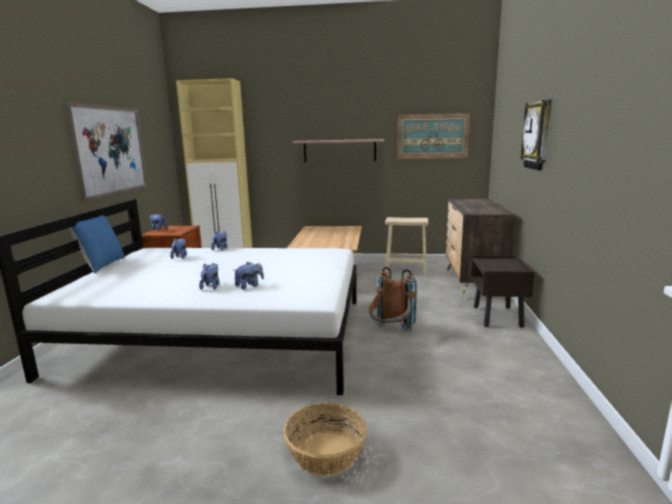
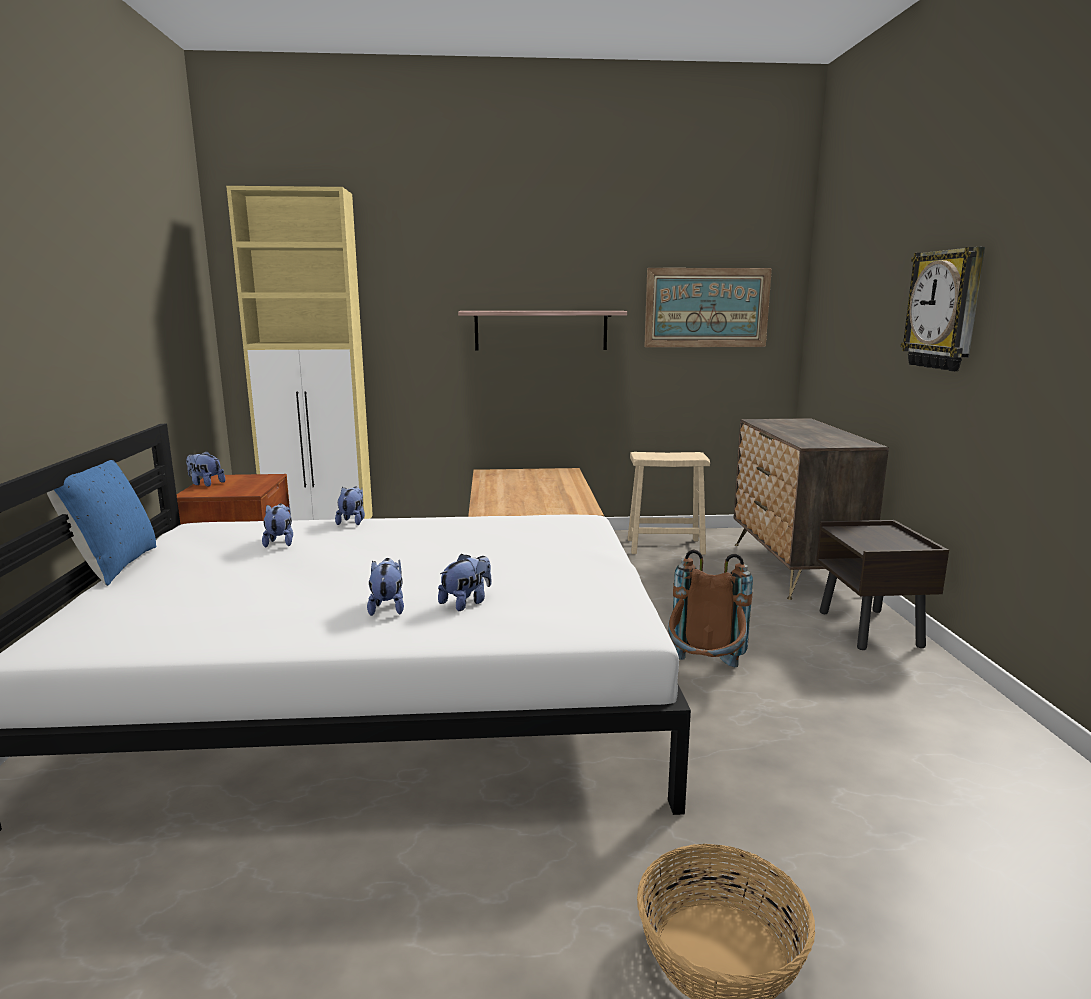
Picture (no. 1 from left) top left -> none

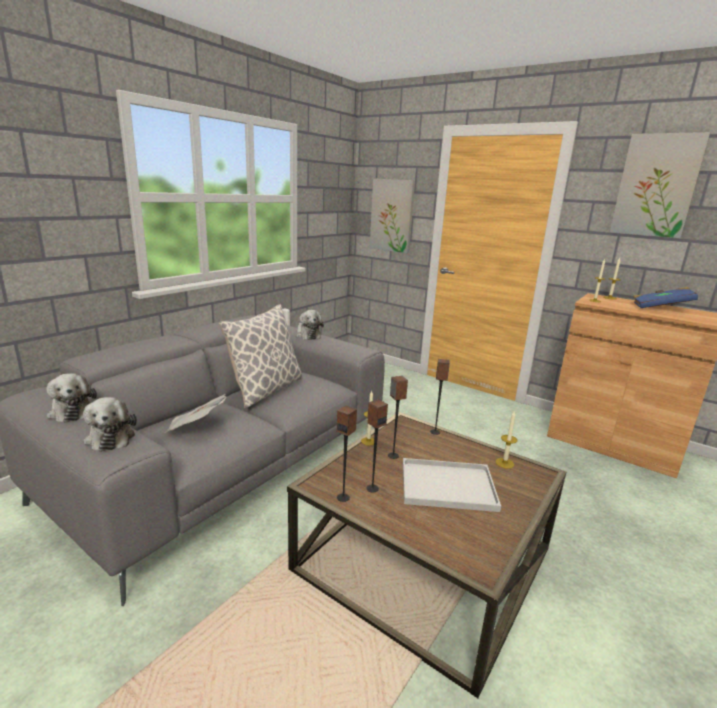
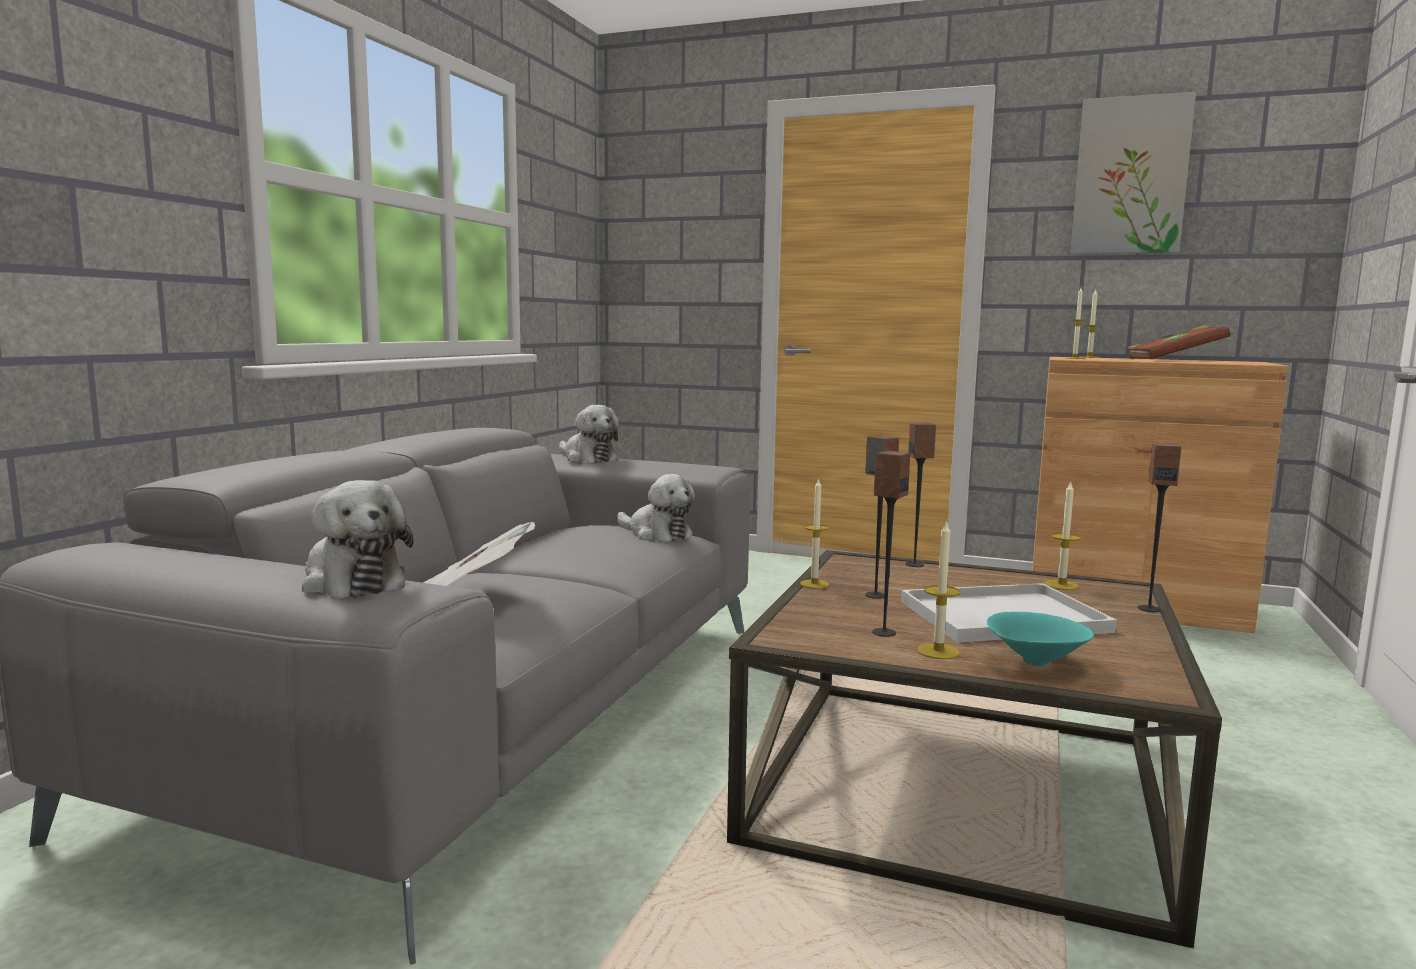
PlushToy (no. 1 from left in the first image) middle left -> PlushToy (no. 3 from left) centre, relocated
Pillow centre -> none
Speaker (no. 1 from left in the first image) centre -> Speaker (no. 4 from left) middle right, relocated
Picture (no. 1 from left) top centre -> none
BlueBook middle right -> BrownBook middle right
none -> Candle (no. 2 from left) centre
none -> TurquoiseBowl middle right

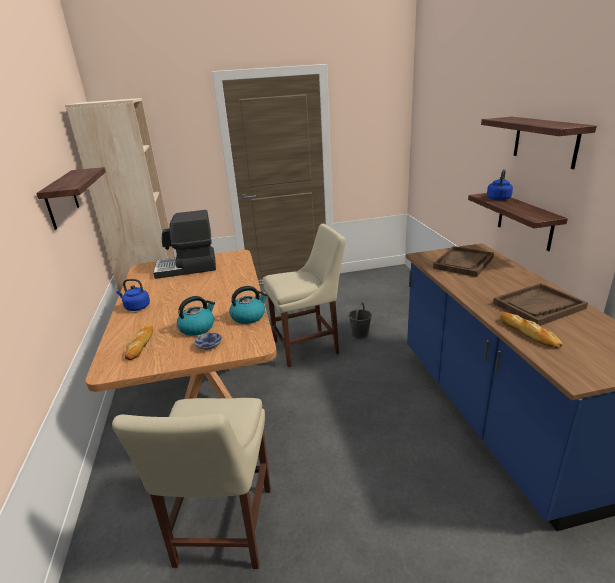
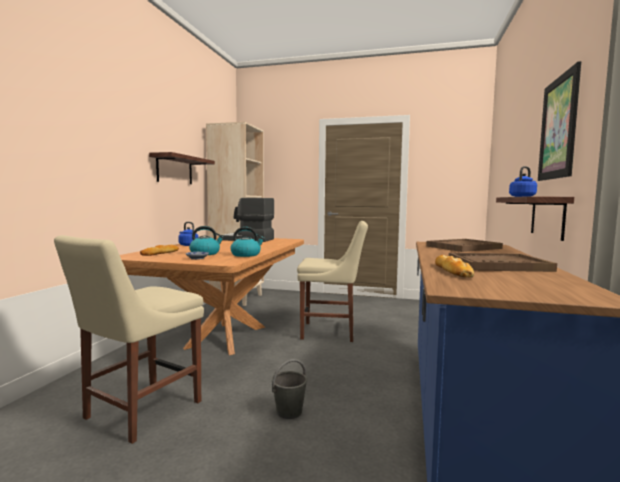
GreyBucket centre -> GreyBucket bottom centre, relocated
Shelf (no. 3 from left) top right -> Picture top right

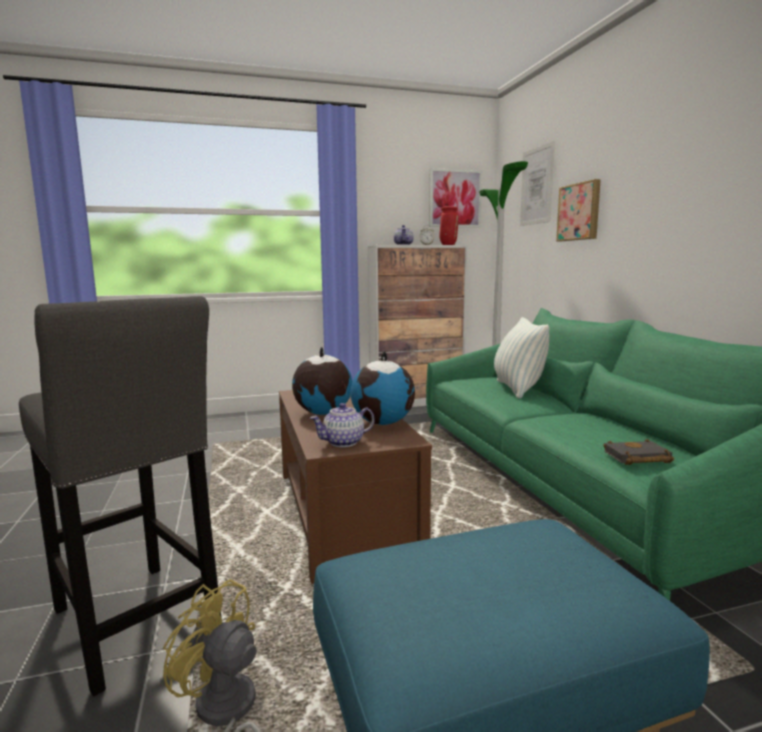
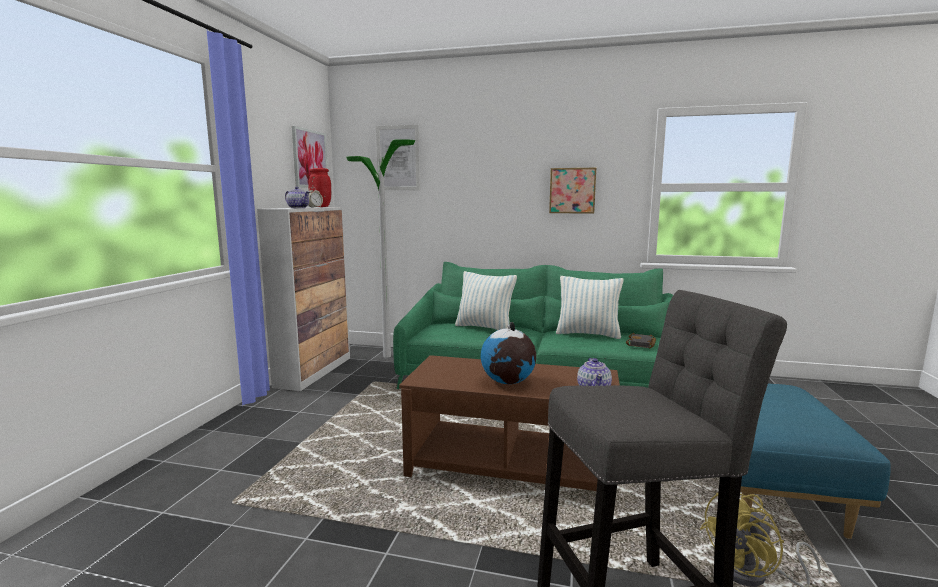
Globe (no. 2 from left) centre -> none
Picture (no. 3 from left) top right -> Picture (no. 3 from left) top centre, relocated
none -> Pillow (no. 2 from left) centre

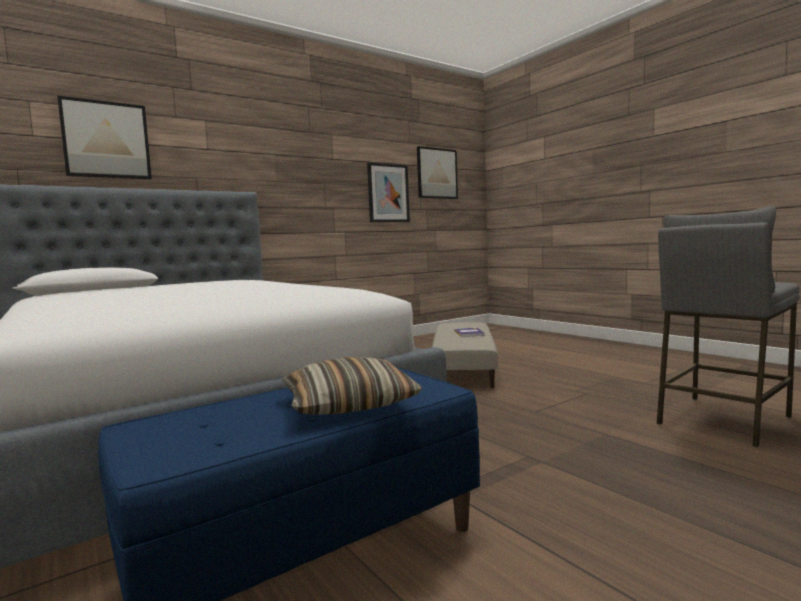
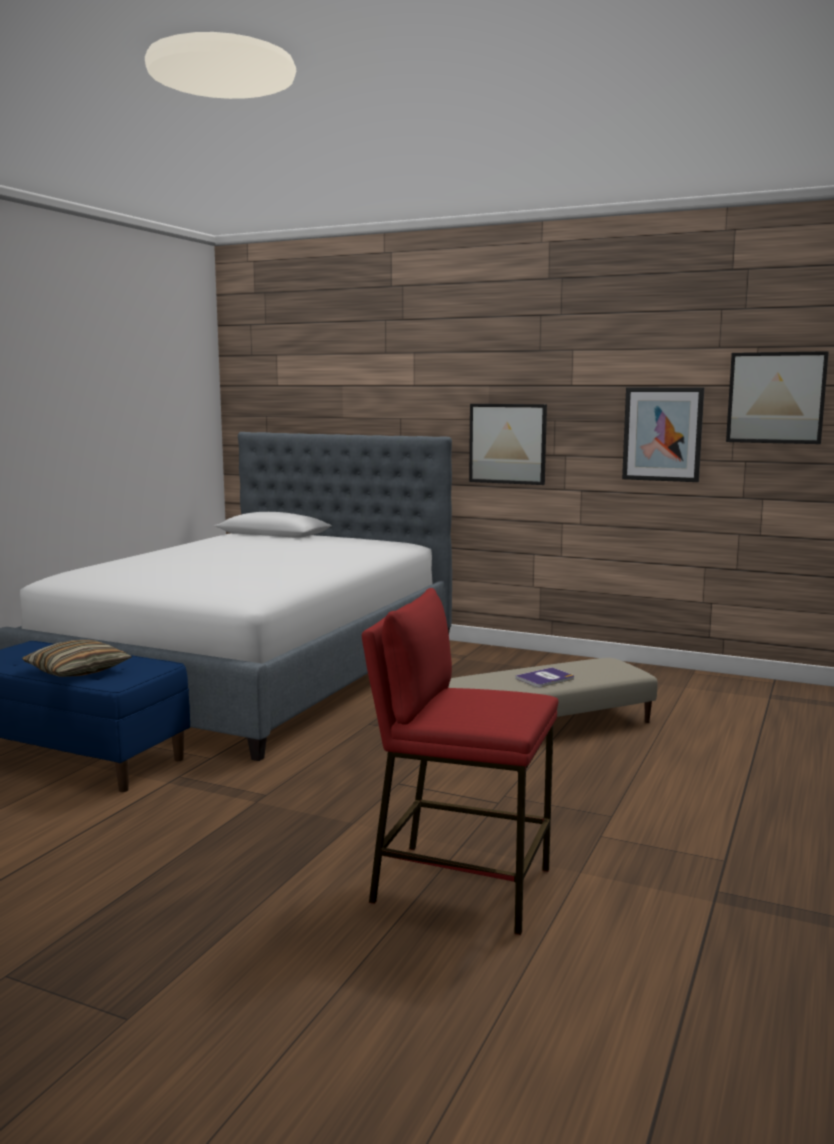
Picture (no. 1 from left) top left -> Picture (no. 1 from left) centre, relocated
GreyStool middle right -> RedStool centre

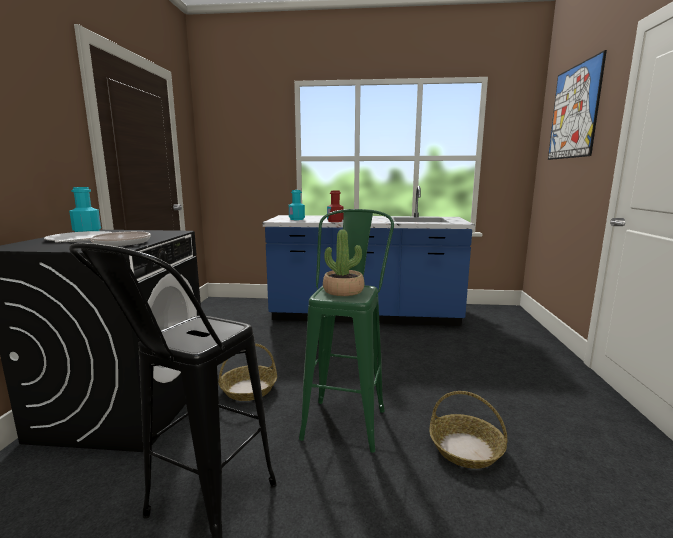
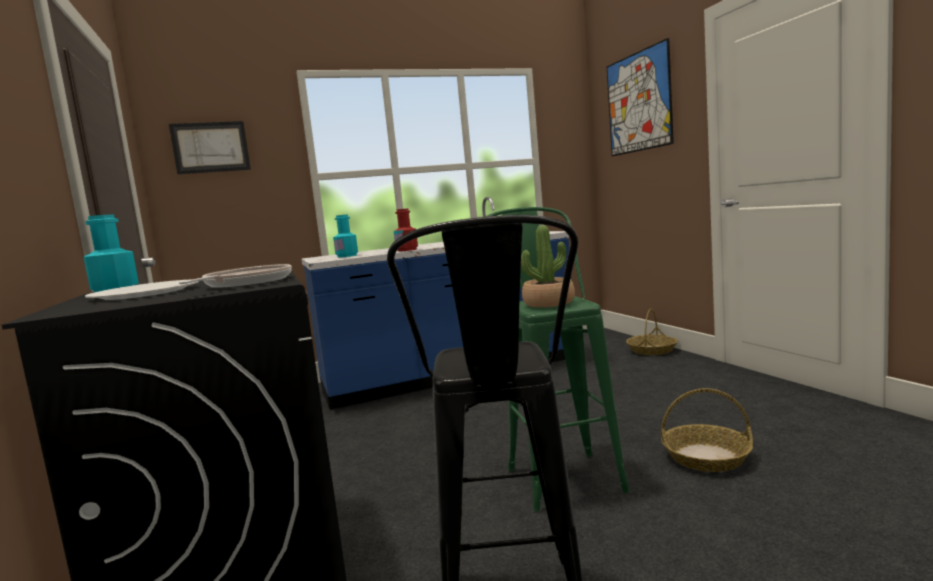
Basket (no. 1 from left) bottom centre -> Basket (no. 1 from left) middle right, relocated
none -> Picture (no. 1 from left) top left

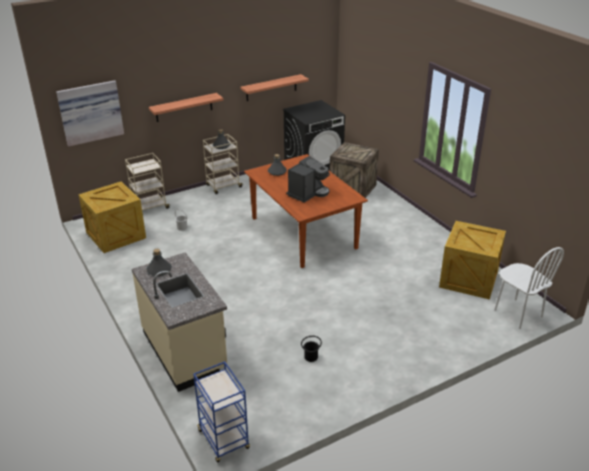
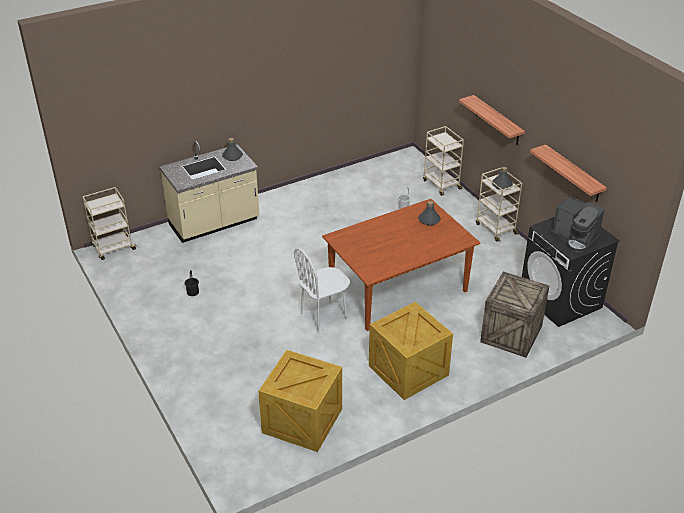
Picture top left -> none
Crate (no. 1 from left in the first image) middle left -> Crate (no. 2 from left) bottom centre, relocated
BlueCart bottom centre -> BeigeCart (no. 1 from left) middle left
CoffeeMachine centre -> CoffeeMachine middle right, relocated
WhiteChair middle right -> WhiteChair centre, relocated

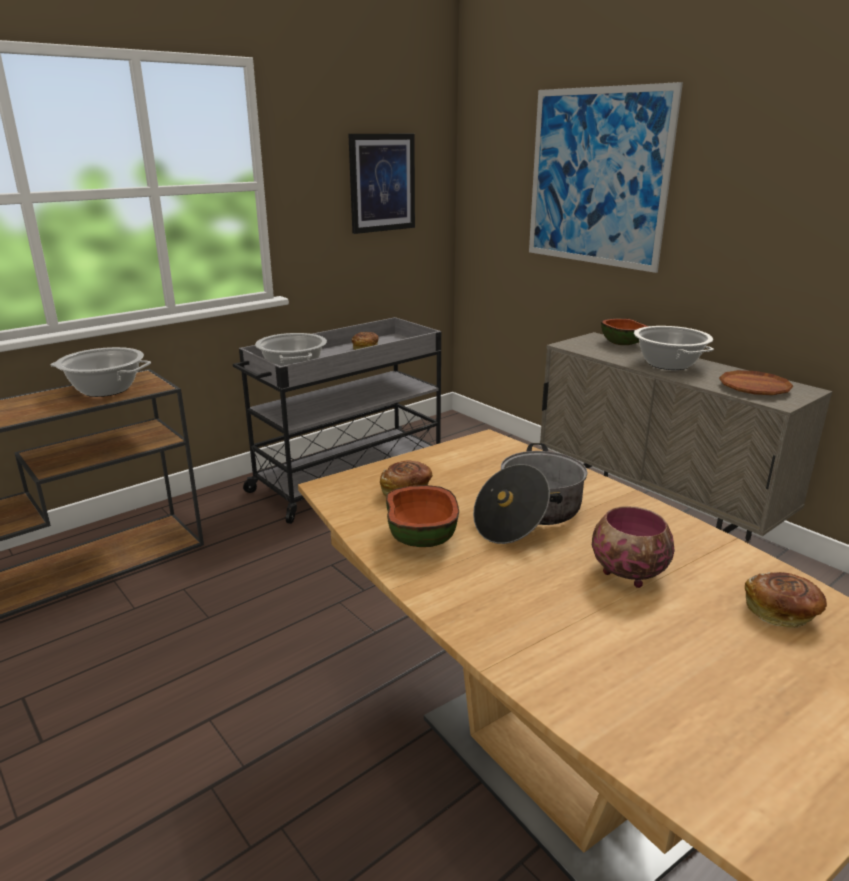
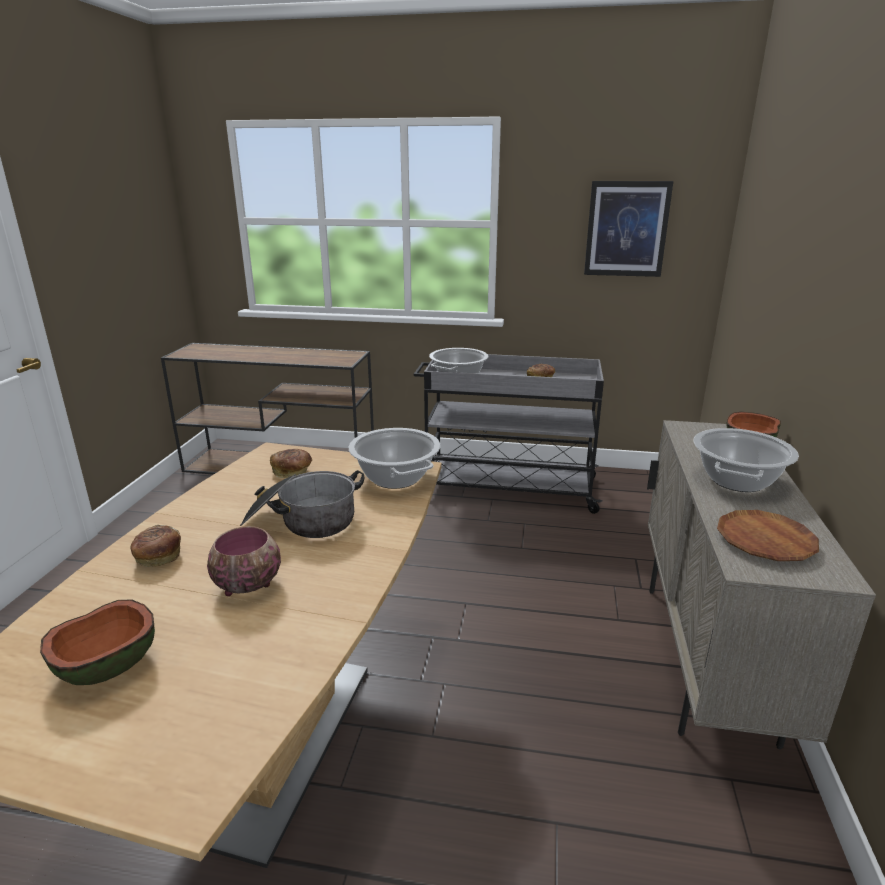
CookingPot (no. 1 from left in the first image) middle left -> CookingPot (no. 2 from left) centre, relocated
Bowl (no. 1 from left) centre -> Bowl (no. 1 from left) bottom left, relocated
Picture (no. 2 from left) top right -> none
Bread (no. 3 from left in the first image) bottom right -> Bread (no. 1 from left) middle left, relocated

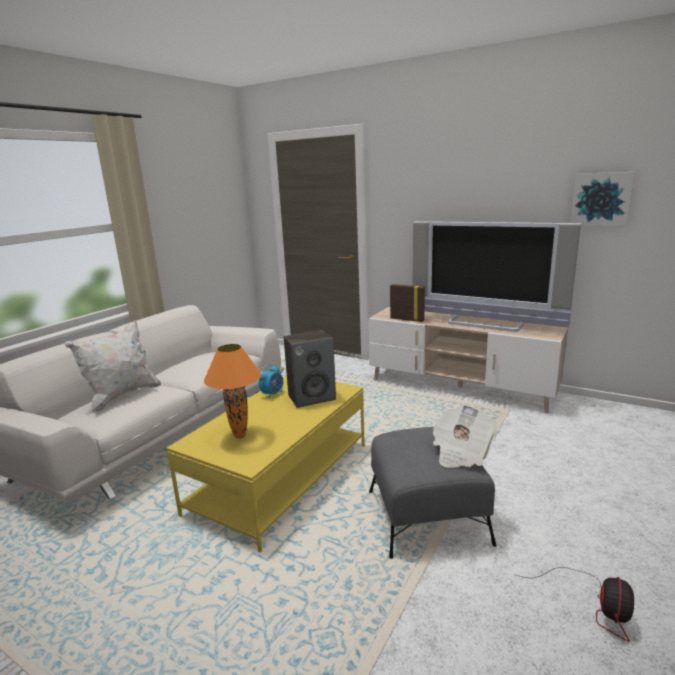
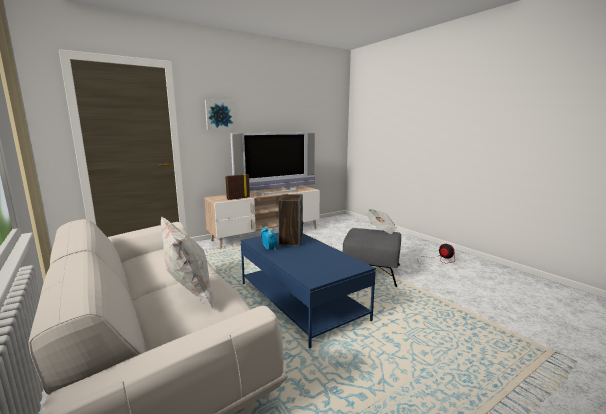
YellowCoffeeTable bottom centre -> BlueCoffeeTable bottom centre
OrangeTableLamp centre -> none
Picture top right -> Picture top centre, relocated

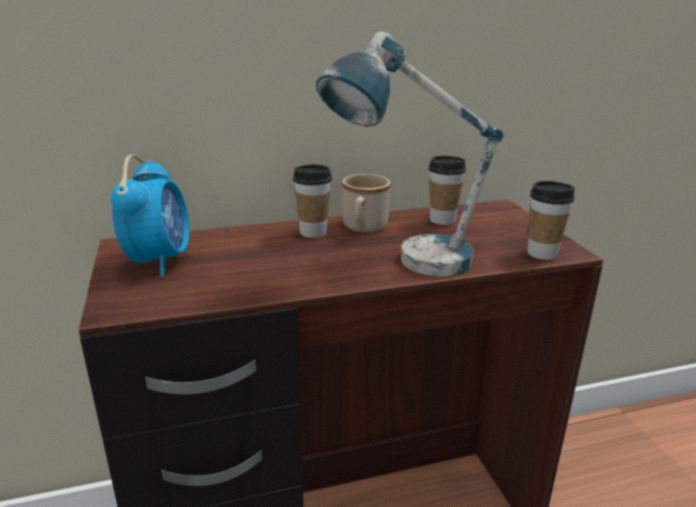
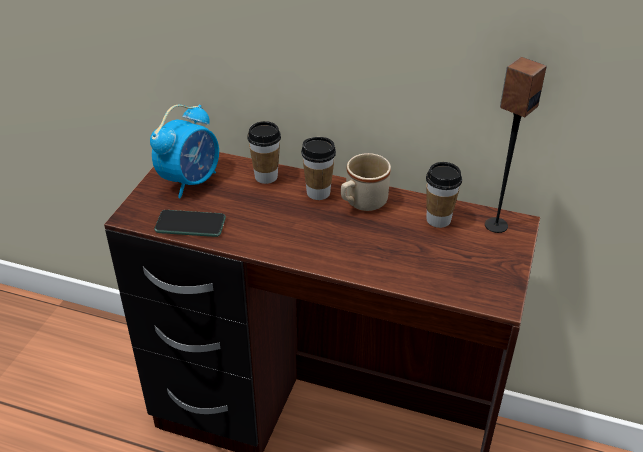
TableLamp top centre -> none
Cup (no. 3 from left in the first image) middle right -> Cup (no. 1 from left) centre, relocated
none -> Phone middle left
none -> Speaker top right

